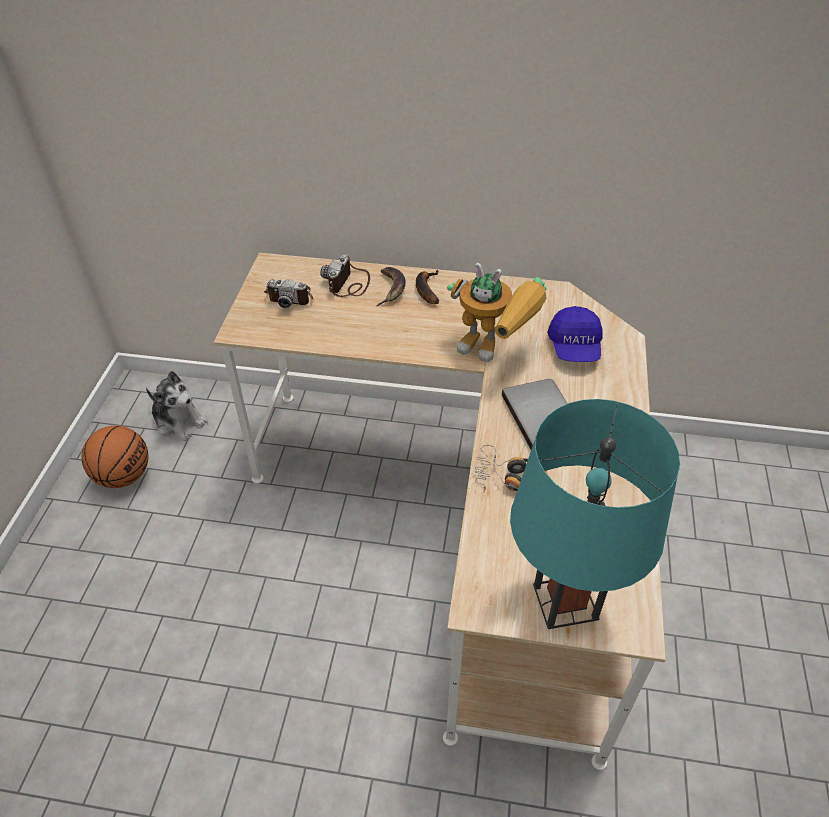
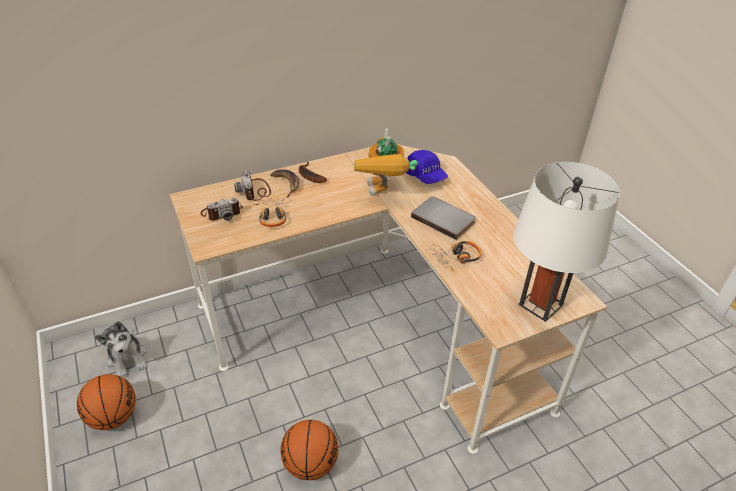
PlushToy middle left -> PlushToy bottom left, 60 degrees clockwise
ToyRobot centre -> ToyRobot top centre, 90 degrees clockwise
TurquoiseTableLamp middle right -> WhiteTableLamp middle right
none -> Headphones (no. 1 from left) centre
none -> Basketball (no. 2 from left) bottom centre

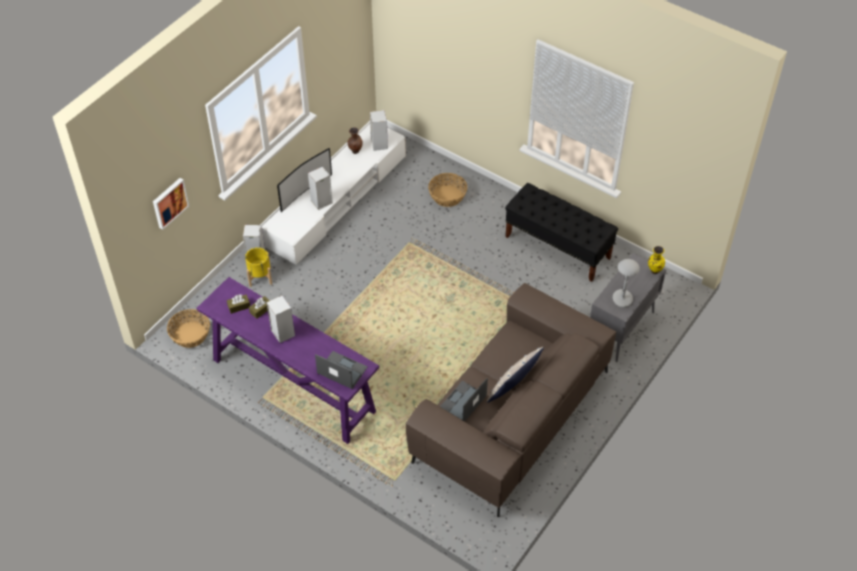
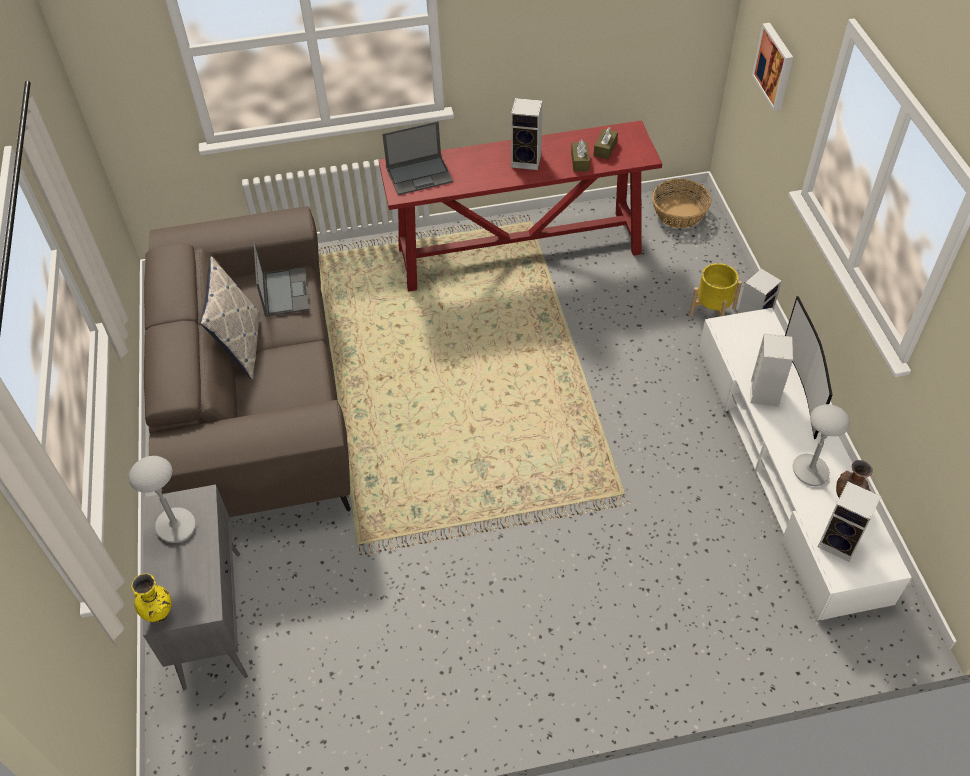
PurpleConsoleTable centre -> RedConsoleTable top centre
Basket (no. 2 from left) top centre -> none
BlackBench centre -> none
none -> GreyTableLamp (no. 2 from left) middle right

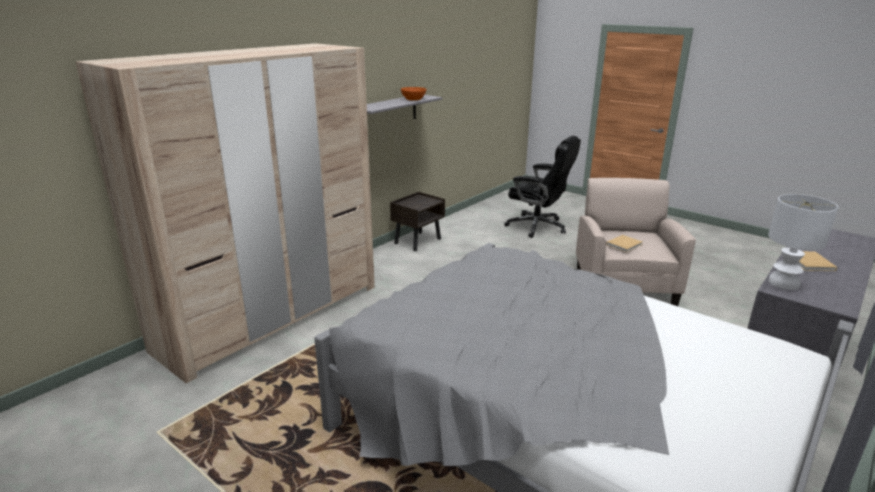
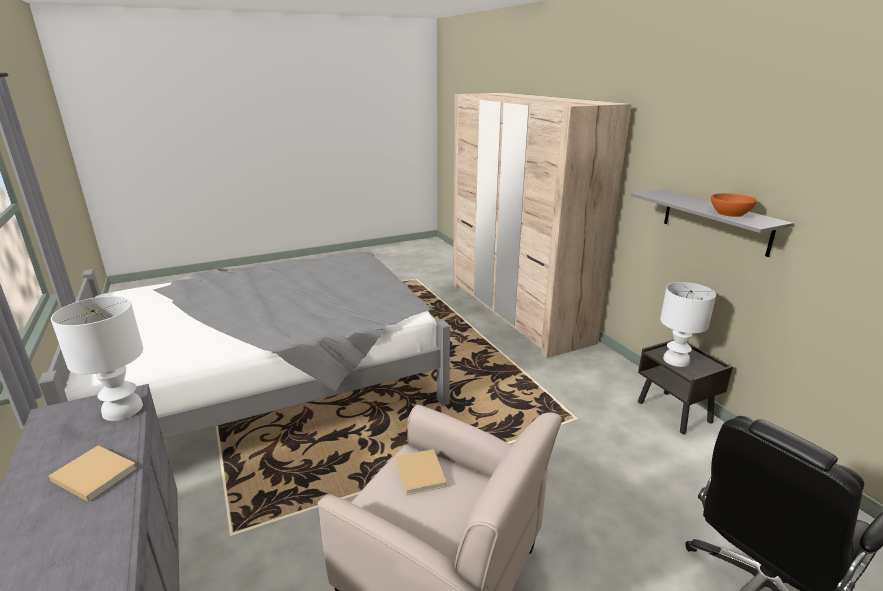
none -> WhiteTableLamp (no. 2 from left) middle right

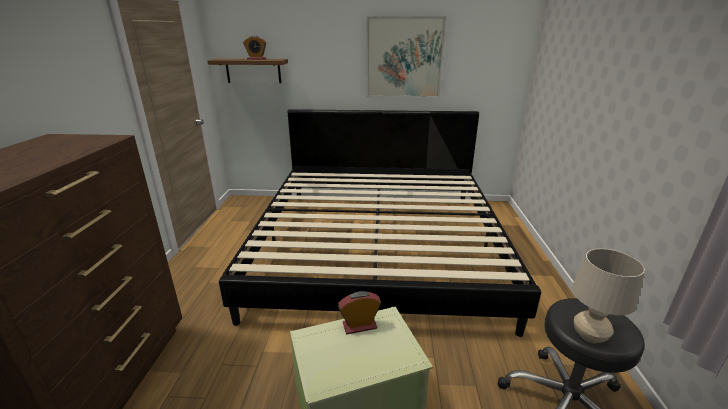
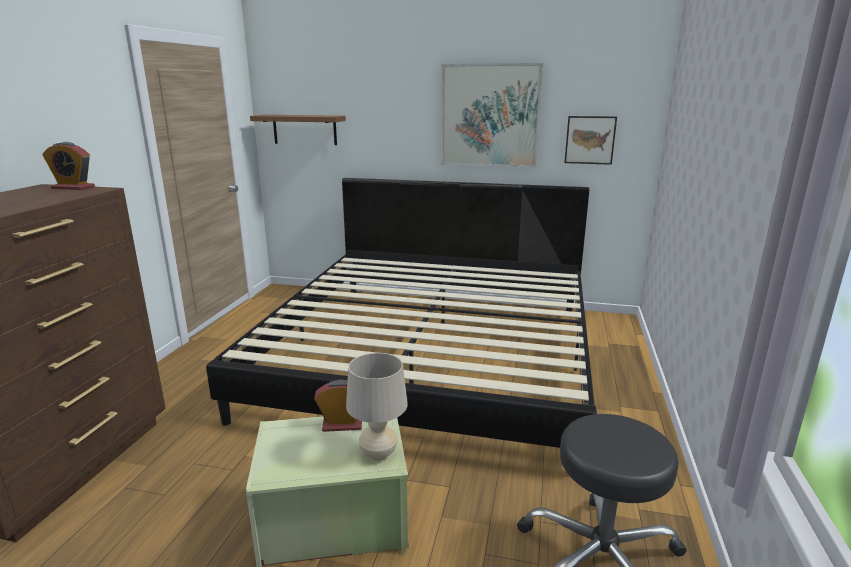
AlarmClock (no. 1 from left) top centre -> AlarmClock (no. 1 from left) top left, relocated
BeigeTableLamp bottom right -> BeigeTableLamp bottom centre, relocated
none -> Picture (no. 2 from left) top right

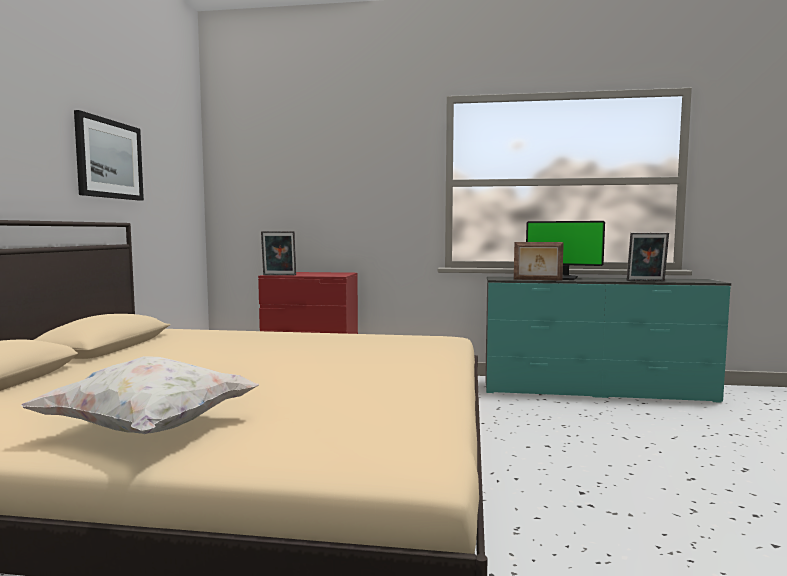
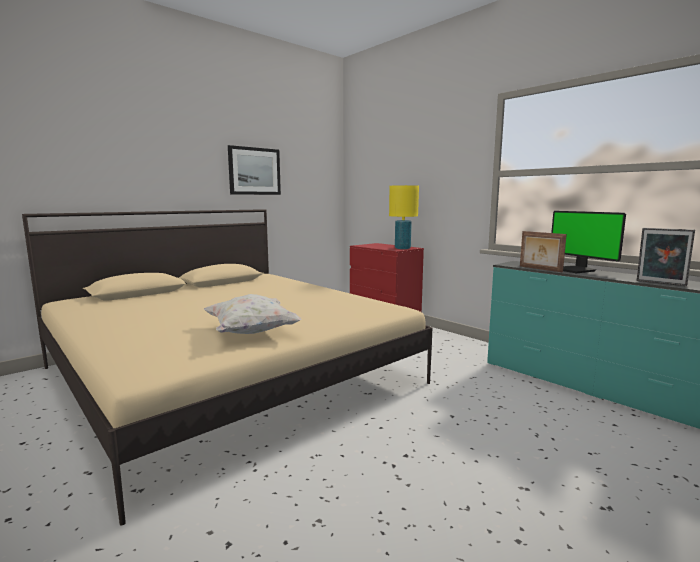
WhitePillow bottom left -> WhitePillow centre, relocated
PictureFrame (no. 1 from left) centre -> none
none -> YellowTableLamp centre

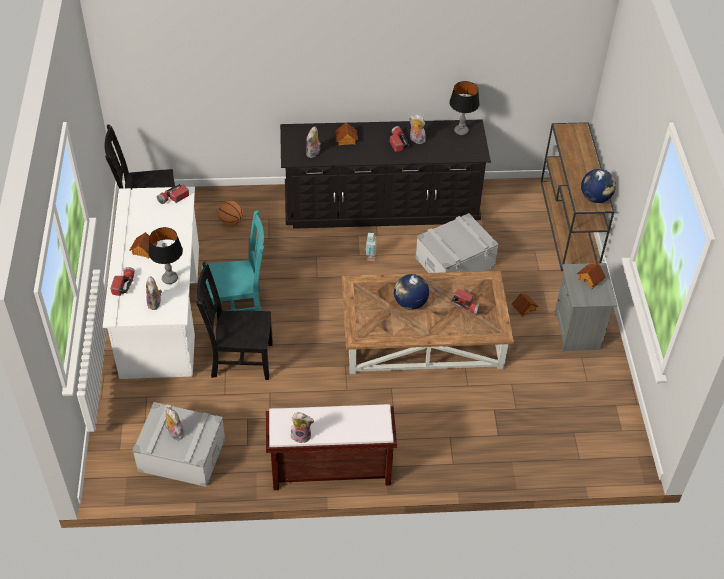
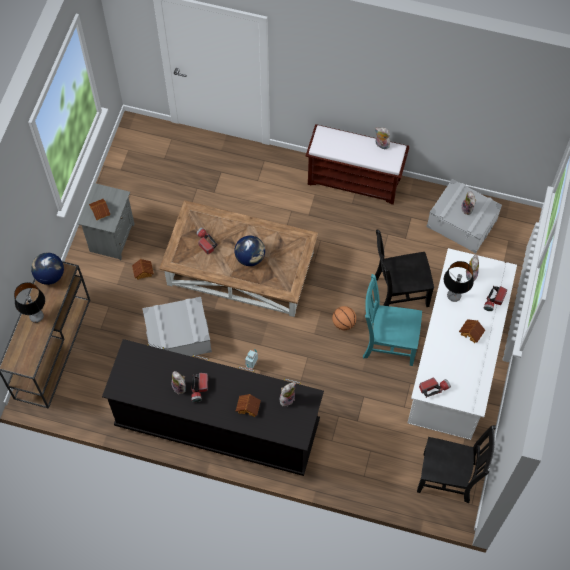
BlackChair (no. 2 from left in the first image) middle left -> BlackChair (no. 1 from left) middle right, 150 degrees clockwise
Basketball middle left -> Basketball centre, relocated
TableLamp (no. 2 from left in the first image) top centre -> TableLamp (no. 1 from left) middle left, relocated

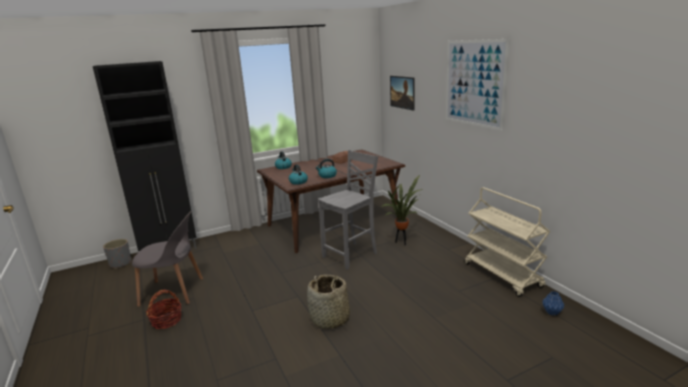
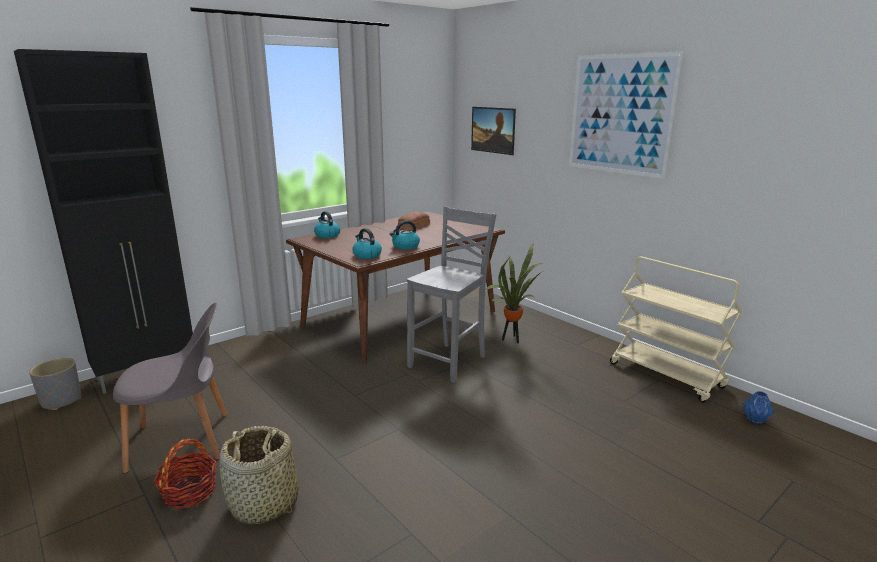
Basket (no. 2 from left) bottom centre -> Basket (no. 2 from left) bottom left, relocated

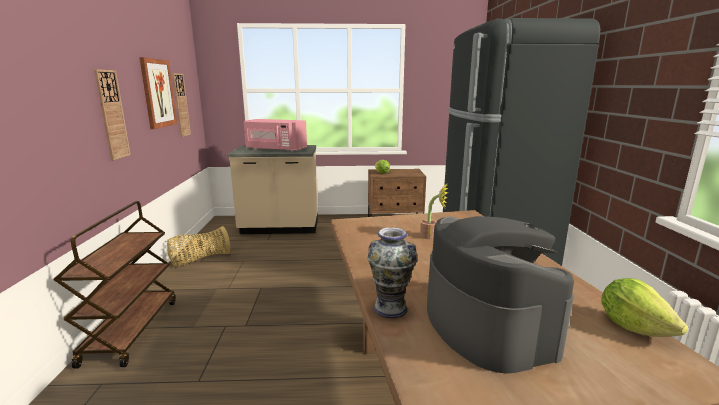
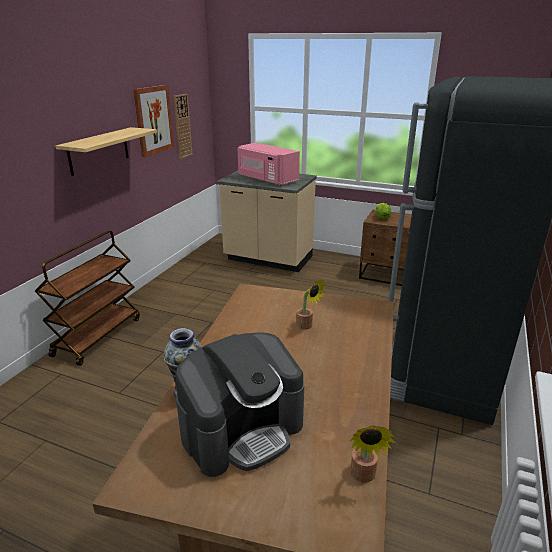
WallClock (no. 1 from left) top left -> Shelf top left
Basket middle left -> none
CoffeeMachine bottom right -> CoffeeMachine bottom centre, 45 degrees clockwise
Lettuce (no. 2 from left) bottom right -> PottedPlant (no. 2 from left) bottom right

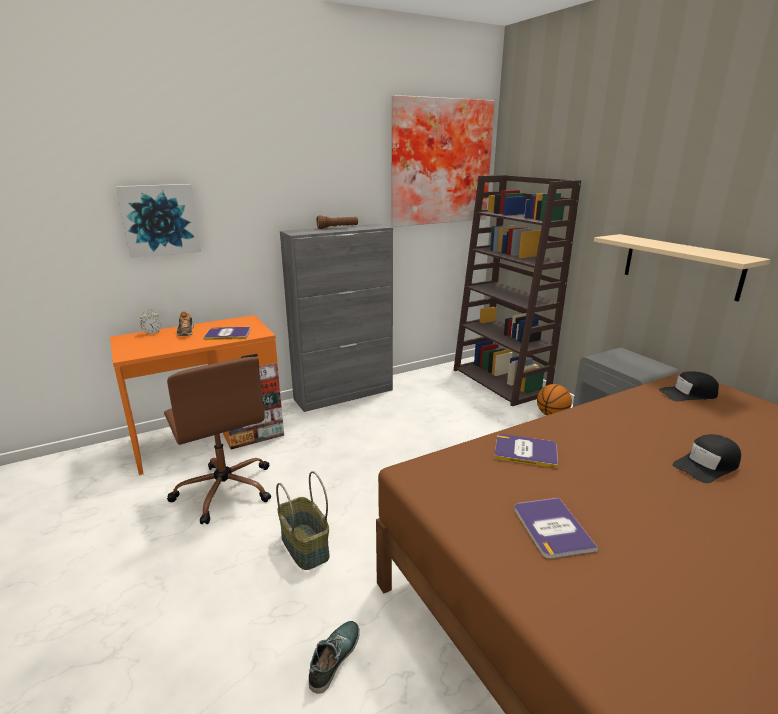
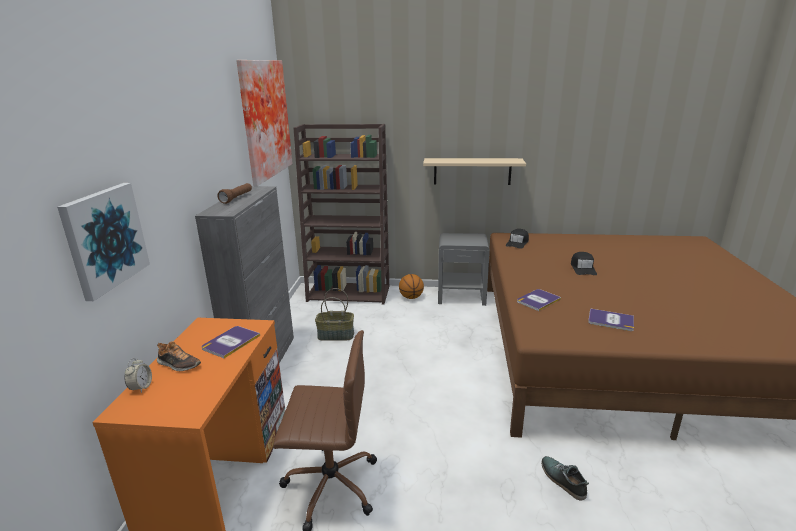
Basket bottom centre -> Basket centre, relocated

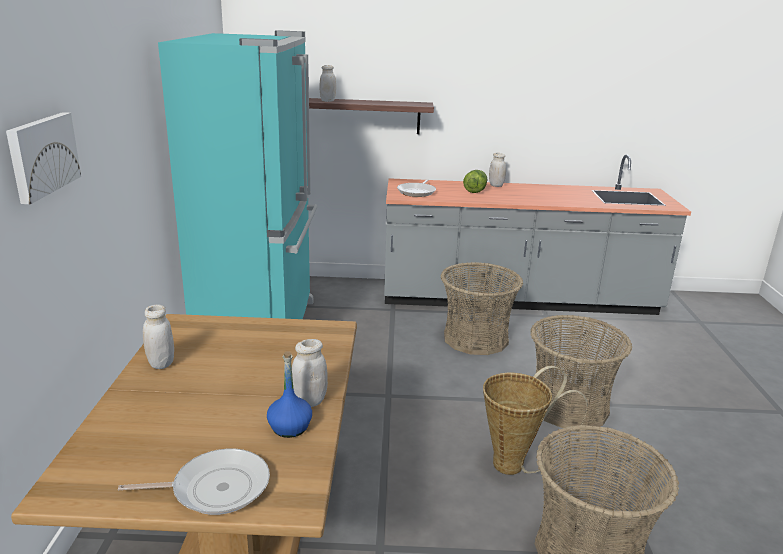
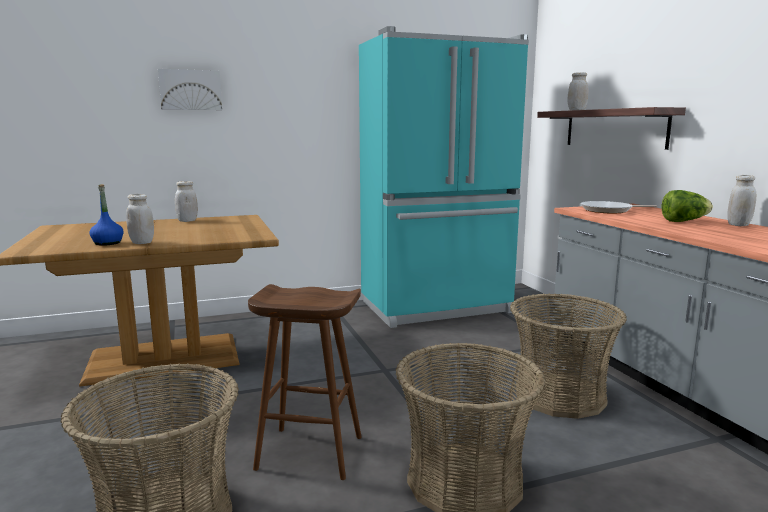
FryingPan (no. 1 from left) bottom left -> none
Basket (no. 2 from left) bottom right -> BrownStool bottom centre

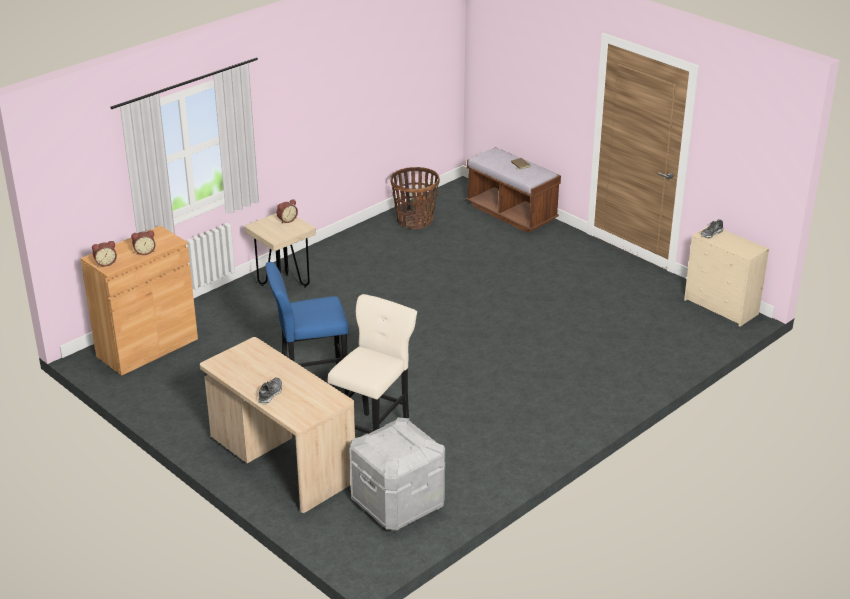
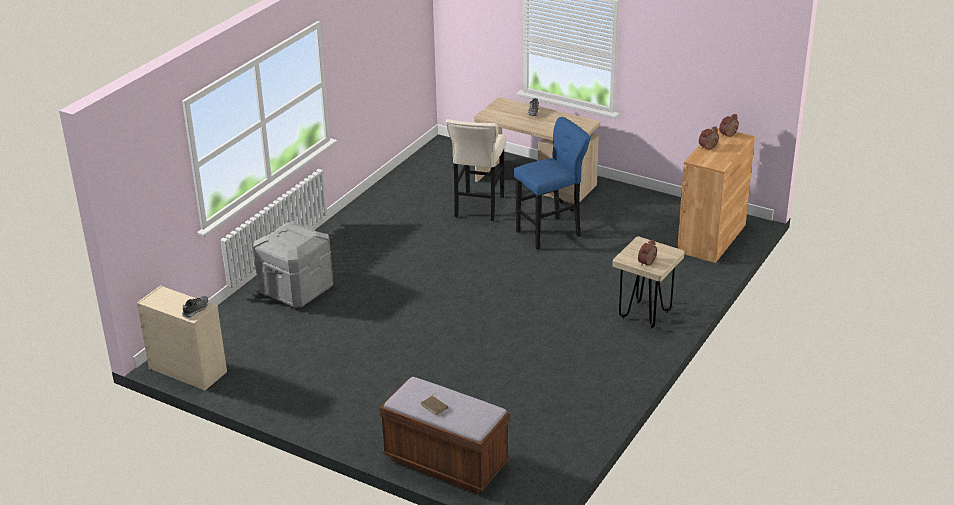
GreyStorageBox bottom centre -> GreyStorageBox middle left, relocated
Basket top centre -> none

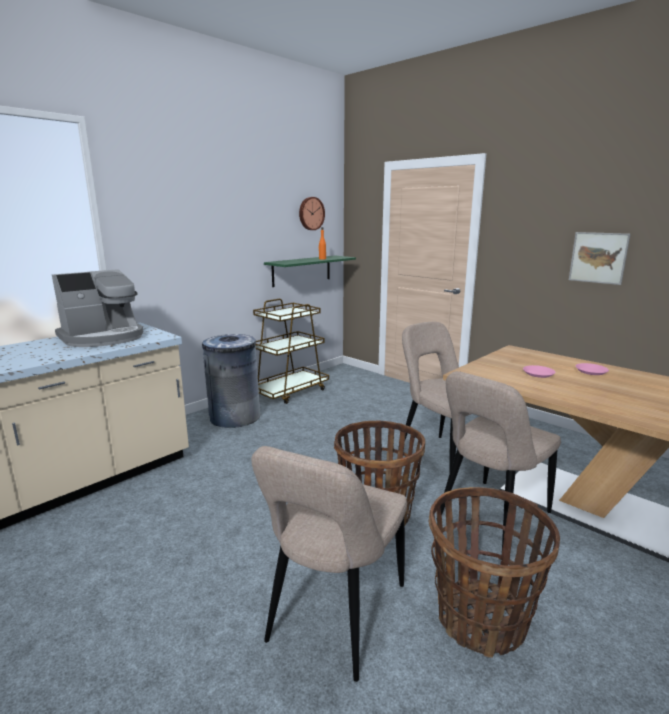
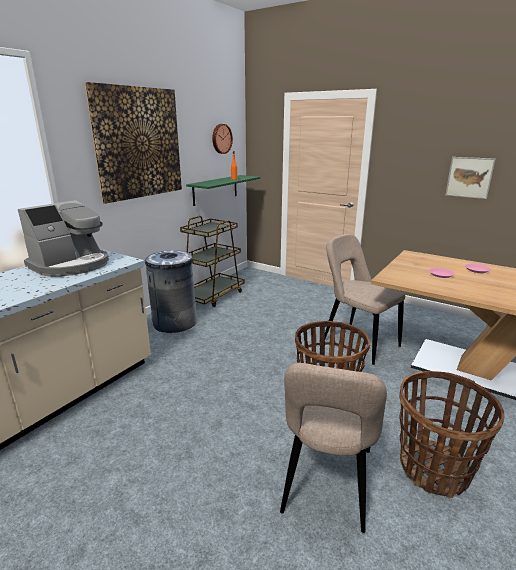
BeigeChair (no. 3 from left) middle right -> none
none -> Picture (no. 1 from left) top left

